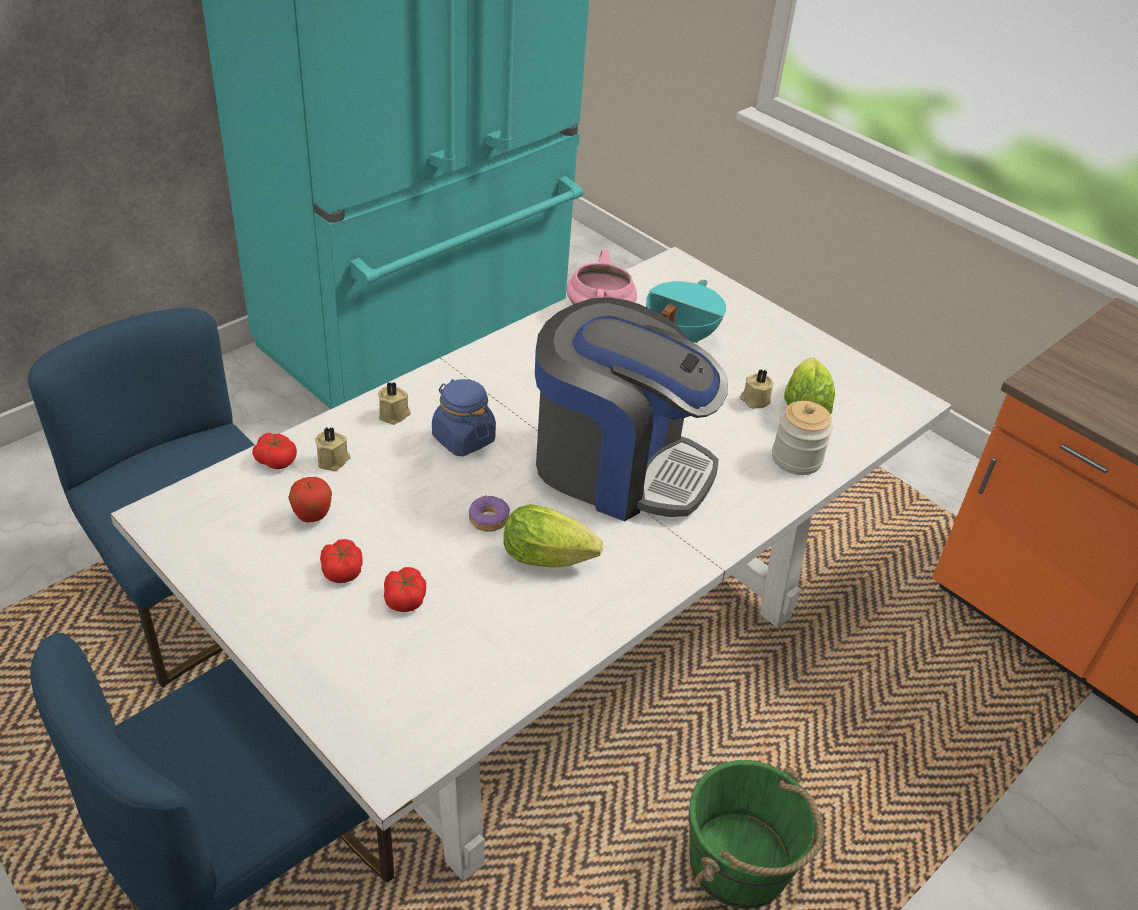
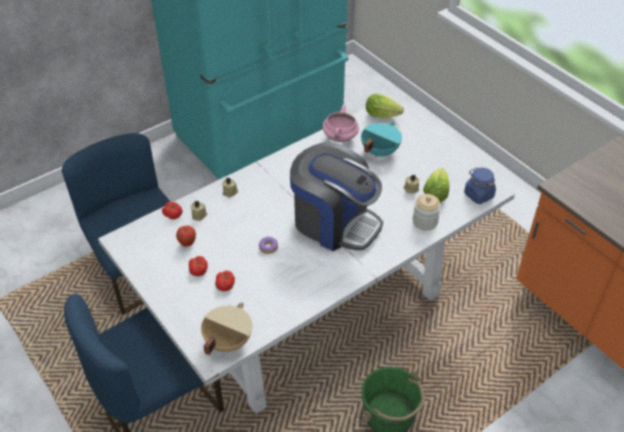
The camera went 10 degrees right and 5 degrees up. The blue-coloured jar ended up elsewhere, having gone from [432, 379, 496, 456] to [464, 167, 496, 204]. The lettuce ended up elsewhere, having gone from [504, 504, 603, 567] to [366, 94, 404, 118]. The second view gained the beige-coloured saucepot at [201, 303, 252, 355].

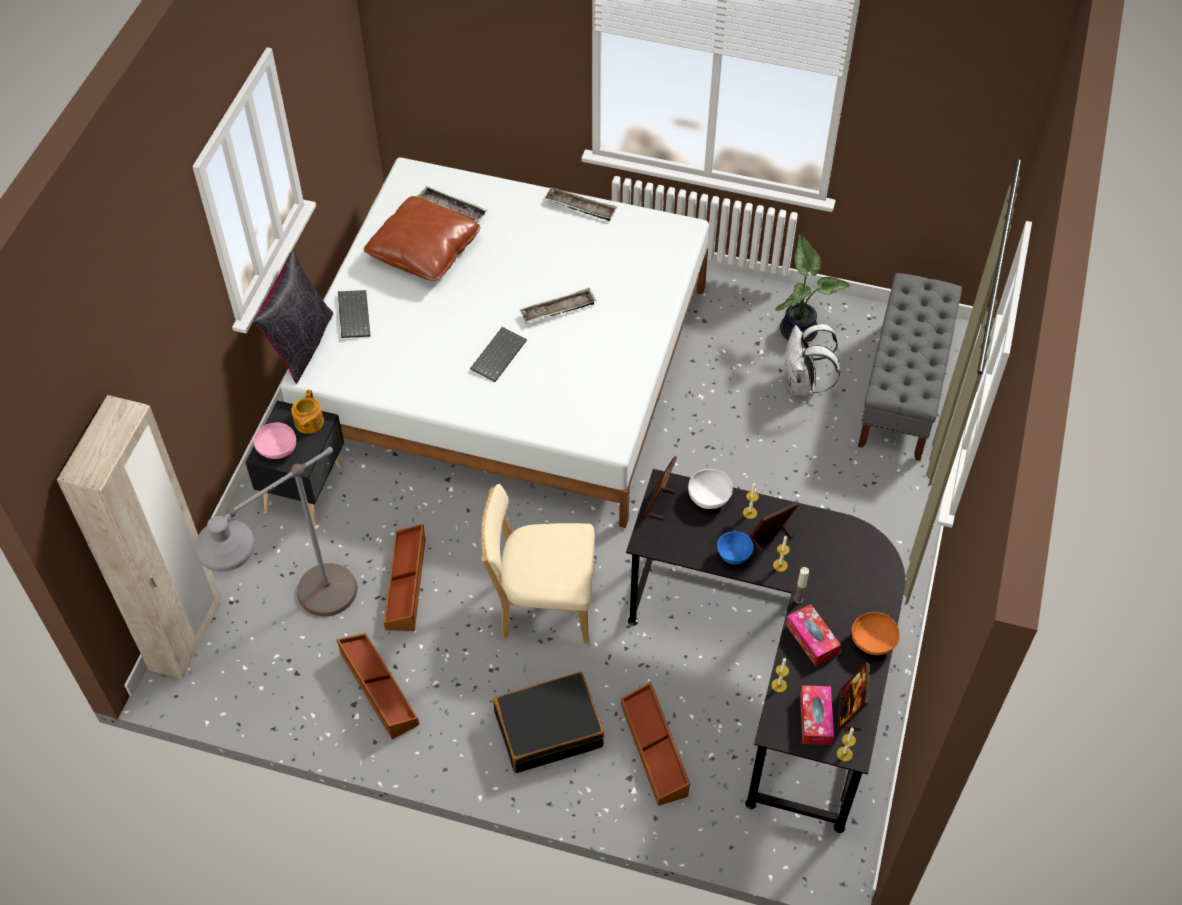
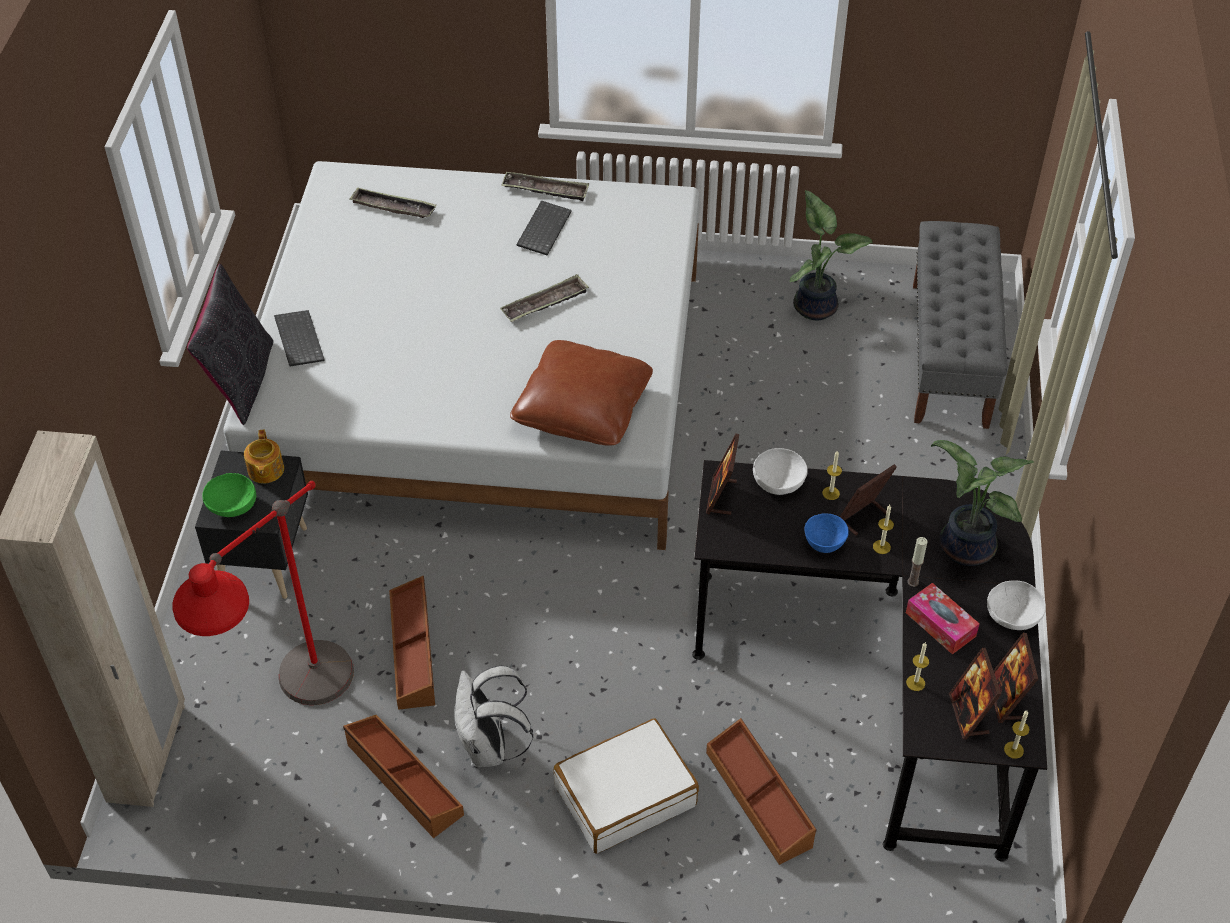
The camera went 10 degrees left and 5 degrees down. What was the greyish floor lamp at [195, 447, 357, 617] turned into the reddish floor lamp at [172, 481, 354, 705]. What was the pinkish bowl at [254, 422, 296, 459] turned into the green-coloured bowl at [202, 473, 256, 517]. The brown-coloured cushion ended up elsewhere, having gone from [364, 196, 481, 281] to [510, 340, 653, 446]. The PC keyboard ended up elsewhere, having gone from [470, 327, 527, 382] to [516, 200, 572, 255]. The second view lost the beige-coloured plain chair at [481, 484, 595, 644]. What was the blackish suitcase at [493, 672, 604, 773] turned into the white suitcase at [554, 718, 699, 854]. The white backpack ended up elsewhere, having gone from [784, 324, 840, 396] to [454, 666, 533, 767]. Where the tissue holder stood at [800, 685, 834, 745], the photo frame came to stand at [949, 648, 1001, 740]. What was the orange-coloured bowl at [851, 612, 900, 655] turned into the white bowl at [987, 580, 1046, 630]. The second view gained the houseplant at [931, 440, 1034, 566].

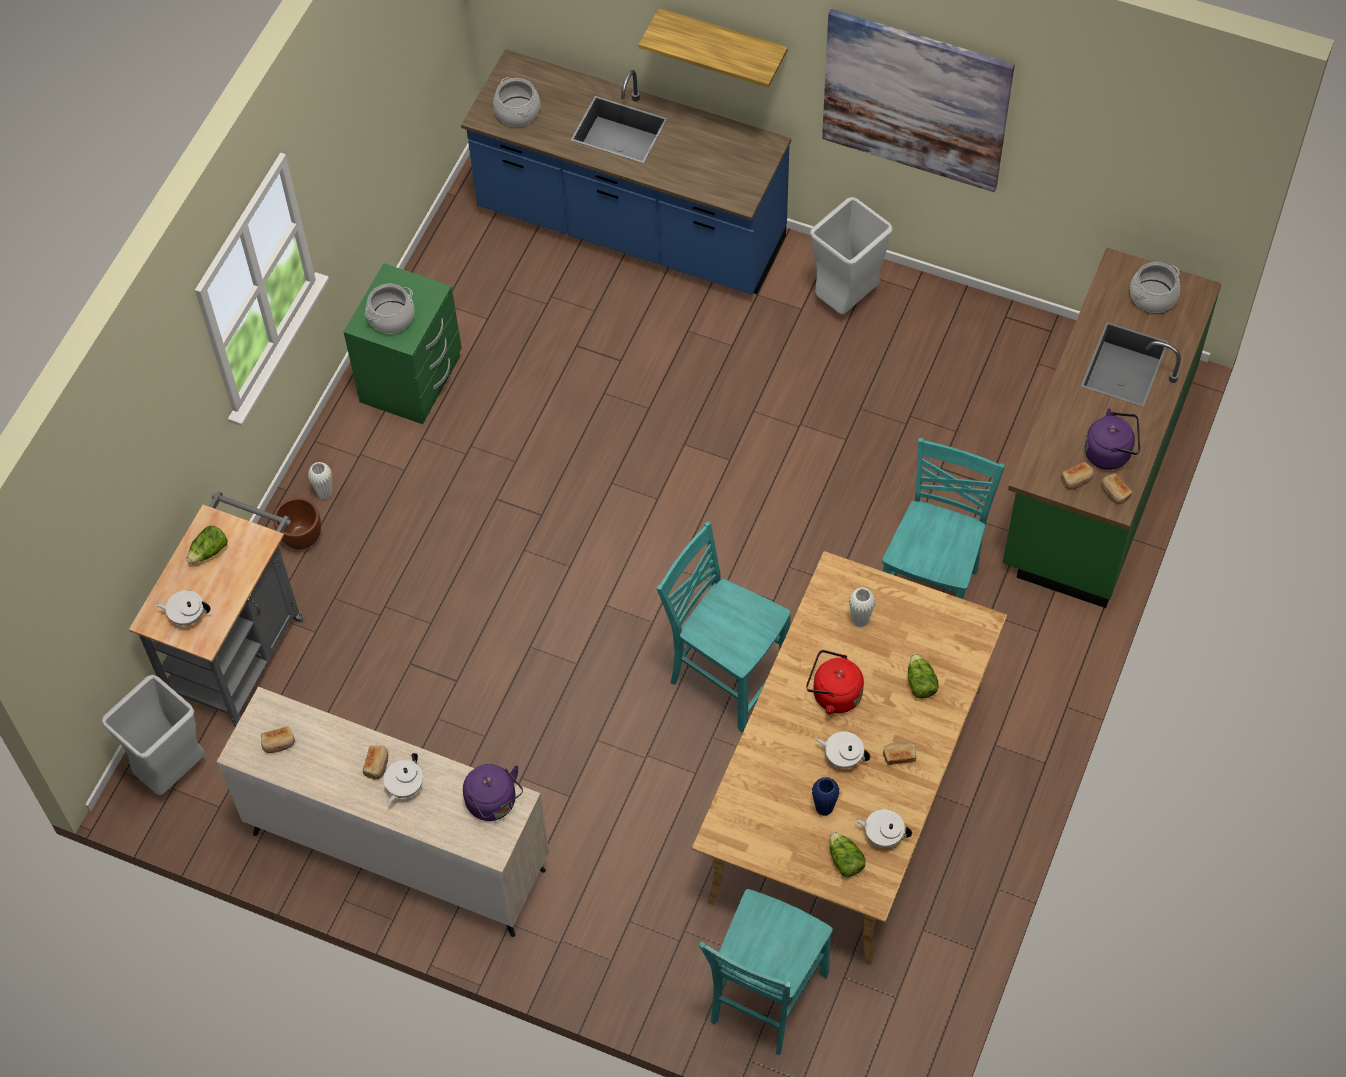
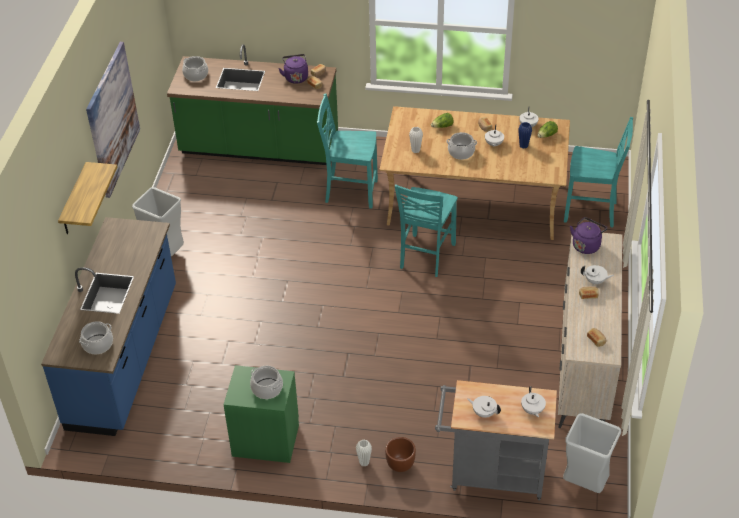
The camera went 105 degrees left and 15 degrees down. Where the lettuce stood at [186, 525, 228, 564], the white tea pot came to stand at [467, 396, 501, 418]. Where the reddish tea kettle stood at [806, 650, 864, 715], the saucepot came to stand at [446, 132, 477, 160].

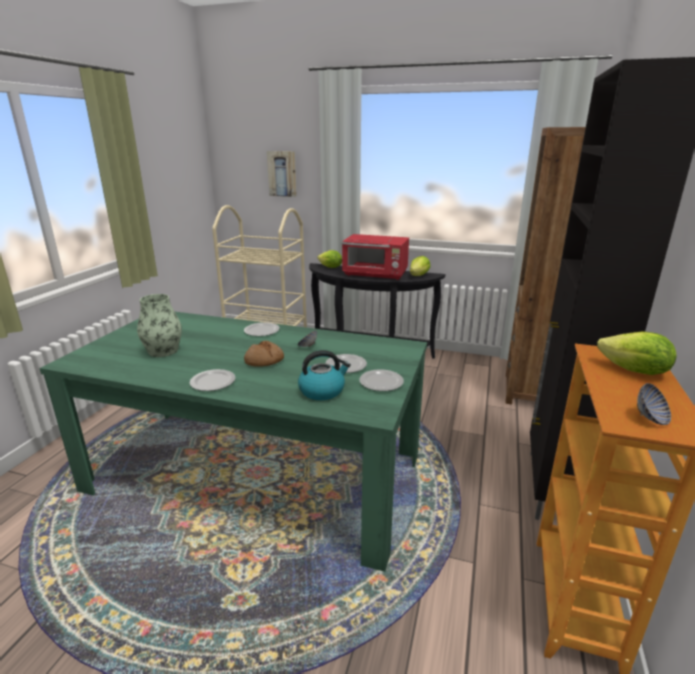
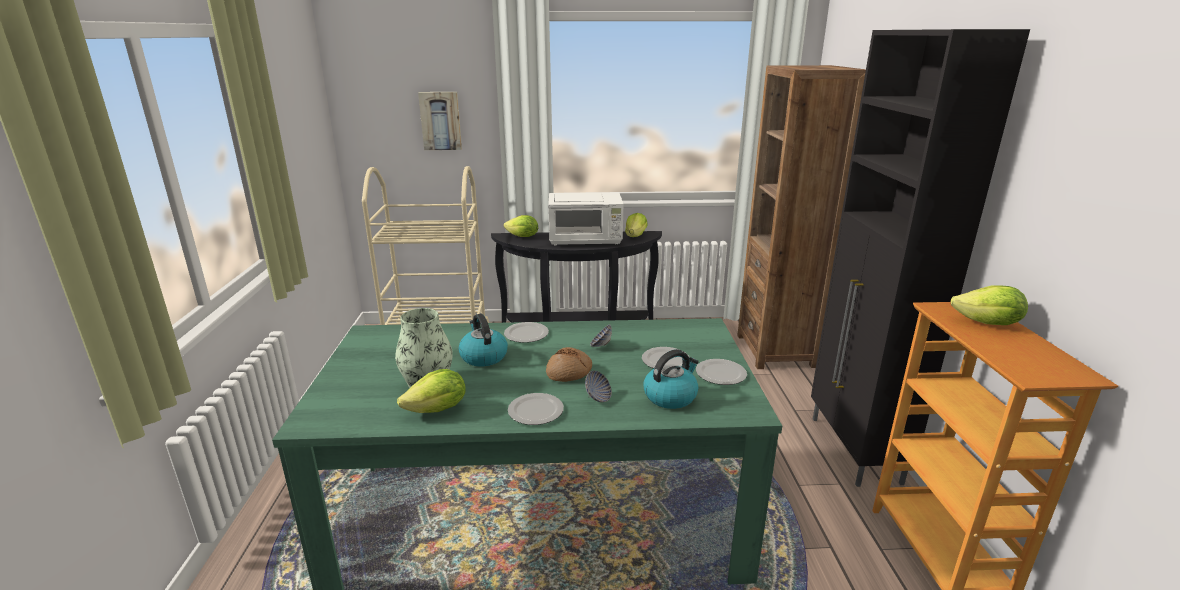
The camera went 20 degrees left and 0 degrees up. What was the reddish microwave oven at [342, 234, 409, 280] turned into the white microwave oven at [548, 192, 623, 246]. The bowl ended up elsewhere, having gone from [637, 383, 671, 425] to [585, 371, 612, 402]. The second view gained the lettuce at [397, 369, 466, 413]. The second view gained the tea kettle at [458, 314, 508, 367].

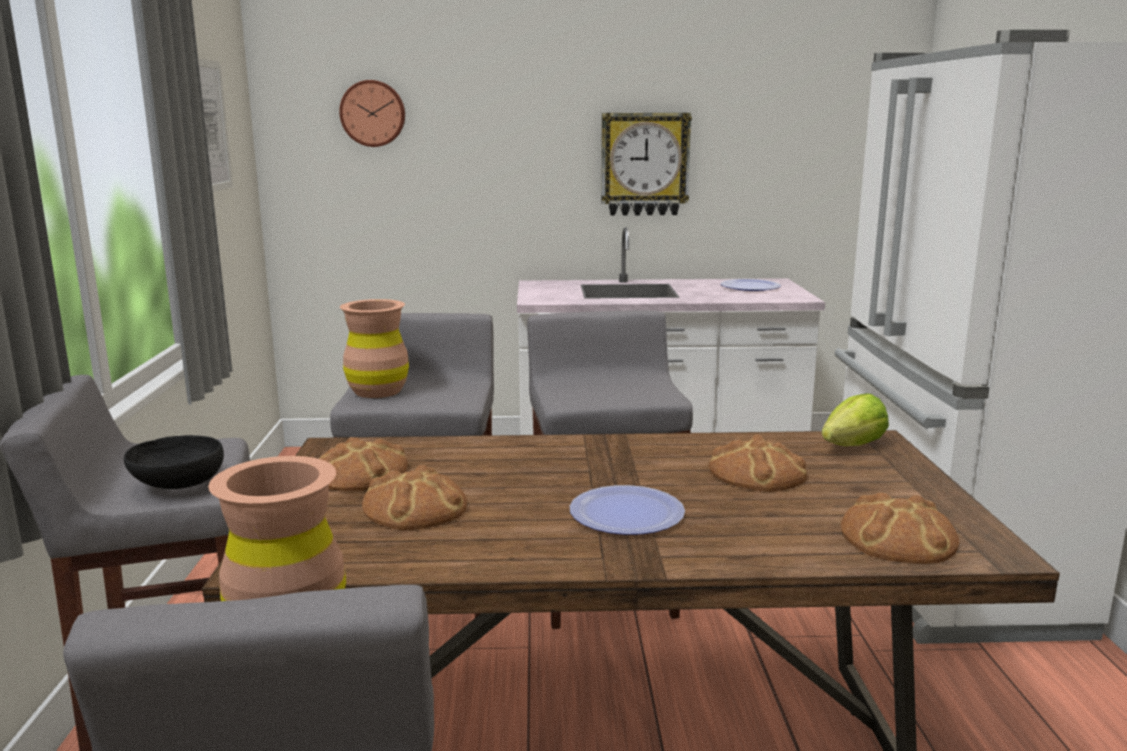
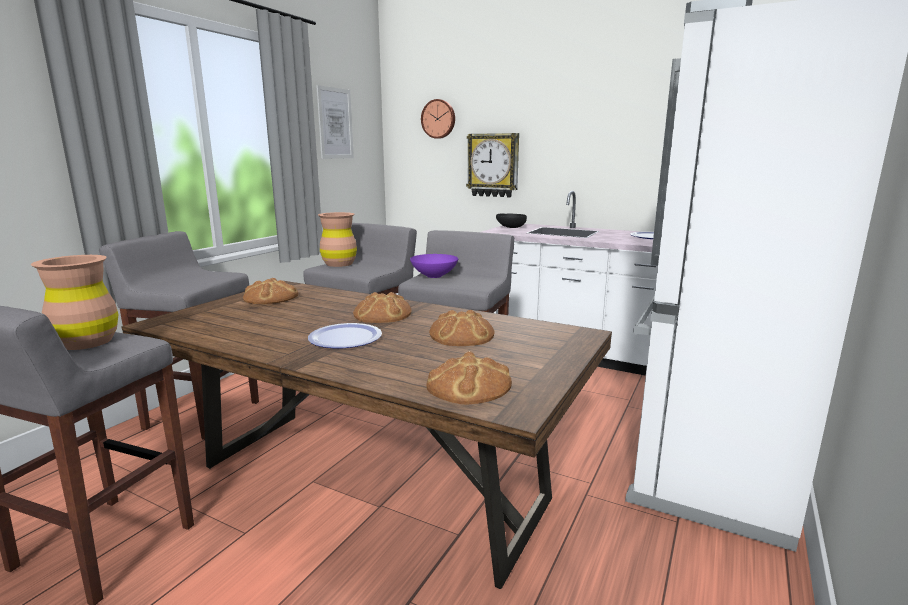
The camera went 30 degrees right and 0 degrees up. The blackish bowl ended up elsewhere, having gone from [124, 435, 224, 489] to [496, 214, 527, 228]. The bread ended up elsewhere, having gone from [362, 465, 467, 530] to [353, 292, 412, 323]. The clock on the wall ended up elsewhere, having gone from [601, 113, 692, 216] to [466, 133, 519, 197]. The second view lost the lettuce at [822, 393, 889, 446]. The second view gained the purple-coloured bowl at [410, 254, 458, 278].

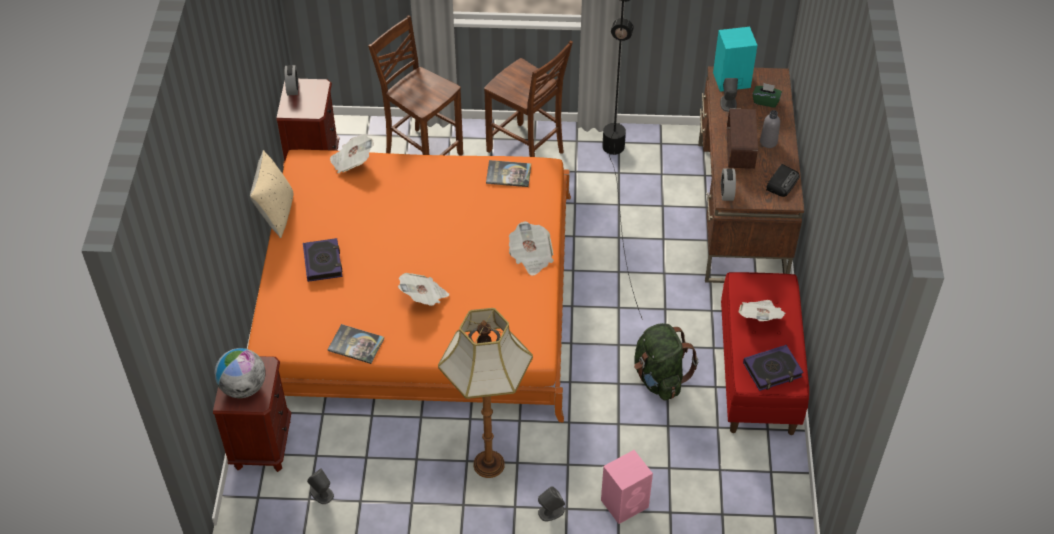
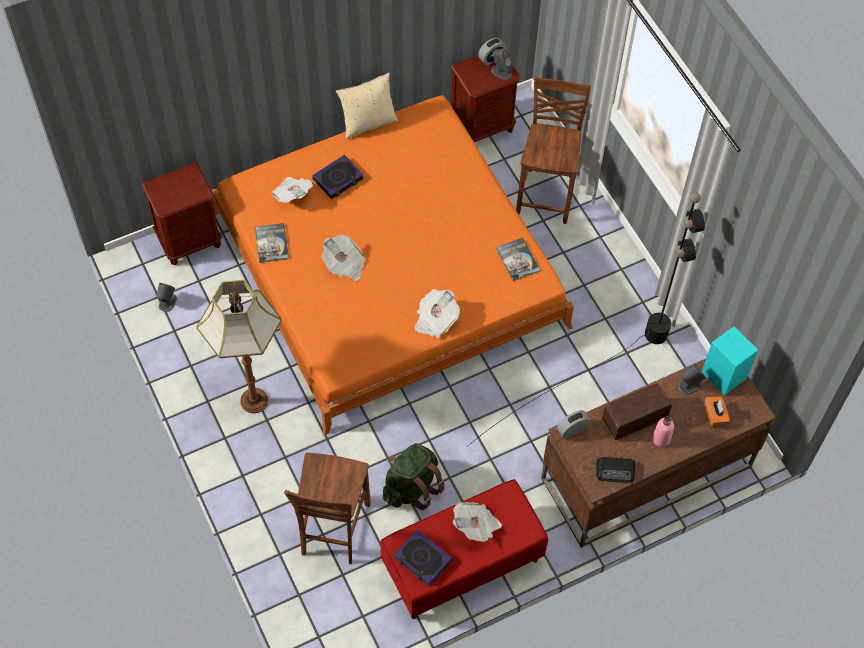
The camera went 60 degrees right and 10 degrees up. The second view lost the desk globe at [215, 348, 266, 398]. The printed paper ended up elsewhere, having gone from [330, 134, 374, 173] to [272, 177, 313, 203]. The brown-coloured plain chair ended up elsewhere, having gone from [484, 41, 573, 157] to [284, 453, 371, 564]. The greyish speaker ended up elsewhere, having gone from [538, 486, 565, 521] to [491, 49, 514, 80]. The second view lost the pinkish speaker at [601, 450, 653, 524]. What was the green-coloured tissue holder at [753, 83, 782, 108] turned into the orange-coloured tissue holder at [705, 396, 730, 427]. What was the greyish beverage bottle at [760, 110, 780, 148] turned into the pinkish beverage bottle at [652, 416, 674, 447].

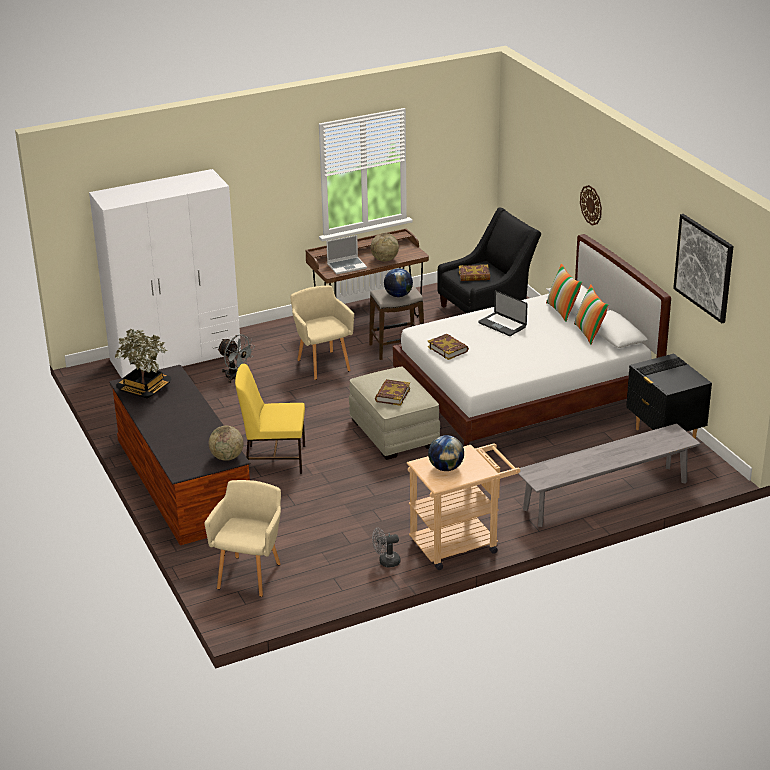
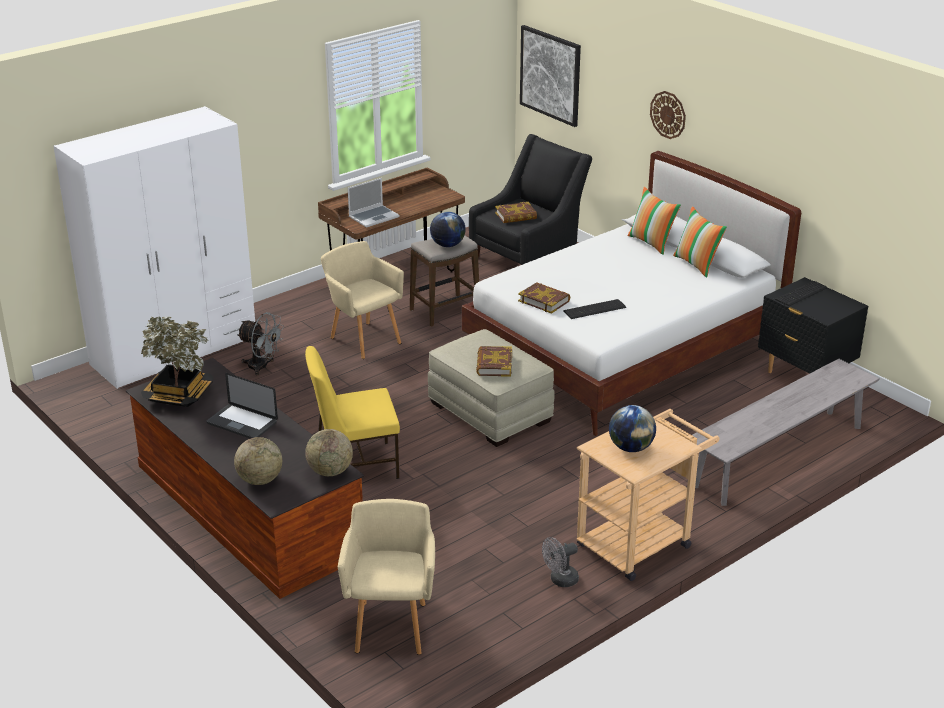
The camera went 15 degrees left and 0 degrees up. The desk globe ended up elsewhere, having gone from [371, 233, 399, 261] to [234, 437, 282, 485]. The portable computer ended up elsewhere, having gone from [478, 290, 527, 336] to [206, 373, 278, 439]. The picture ended up elsewhere, having gone from [673, 214, 734, 323] to [520, 25, 581, 127]. The second view gained the PC keyboard at [563, 299, 626, 319].

